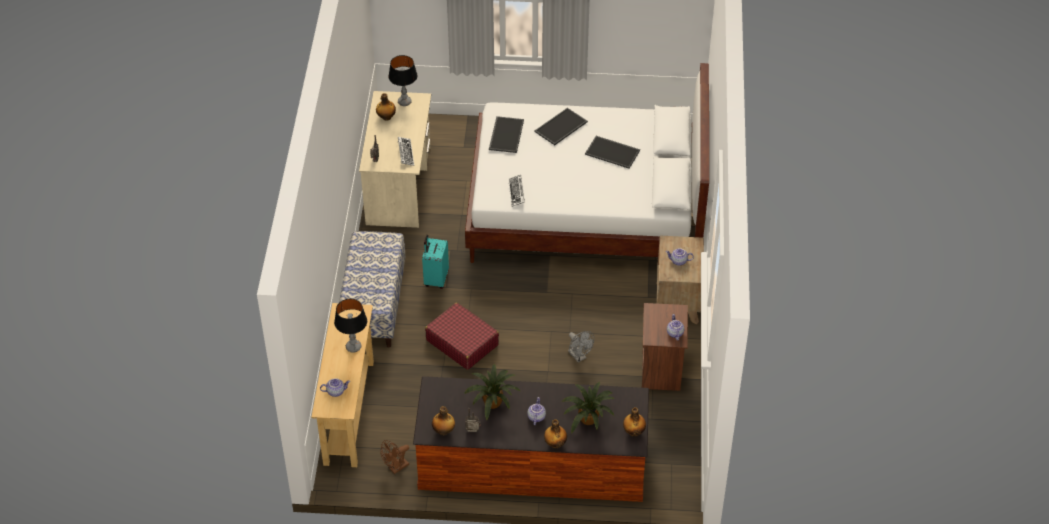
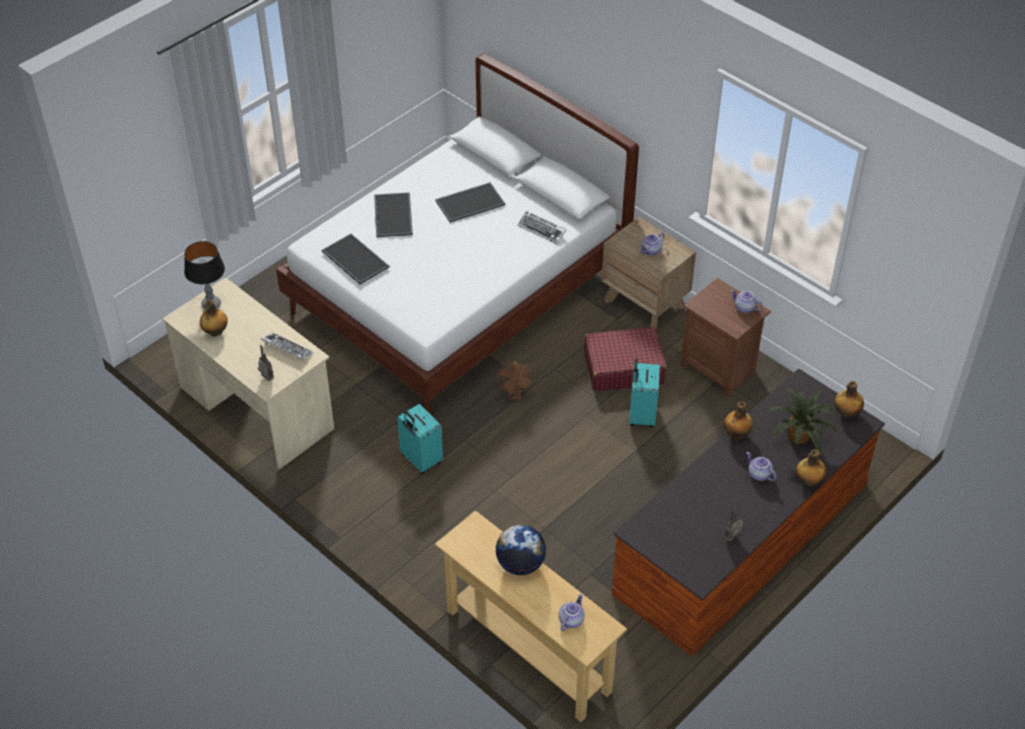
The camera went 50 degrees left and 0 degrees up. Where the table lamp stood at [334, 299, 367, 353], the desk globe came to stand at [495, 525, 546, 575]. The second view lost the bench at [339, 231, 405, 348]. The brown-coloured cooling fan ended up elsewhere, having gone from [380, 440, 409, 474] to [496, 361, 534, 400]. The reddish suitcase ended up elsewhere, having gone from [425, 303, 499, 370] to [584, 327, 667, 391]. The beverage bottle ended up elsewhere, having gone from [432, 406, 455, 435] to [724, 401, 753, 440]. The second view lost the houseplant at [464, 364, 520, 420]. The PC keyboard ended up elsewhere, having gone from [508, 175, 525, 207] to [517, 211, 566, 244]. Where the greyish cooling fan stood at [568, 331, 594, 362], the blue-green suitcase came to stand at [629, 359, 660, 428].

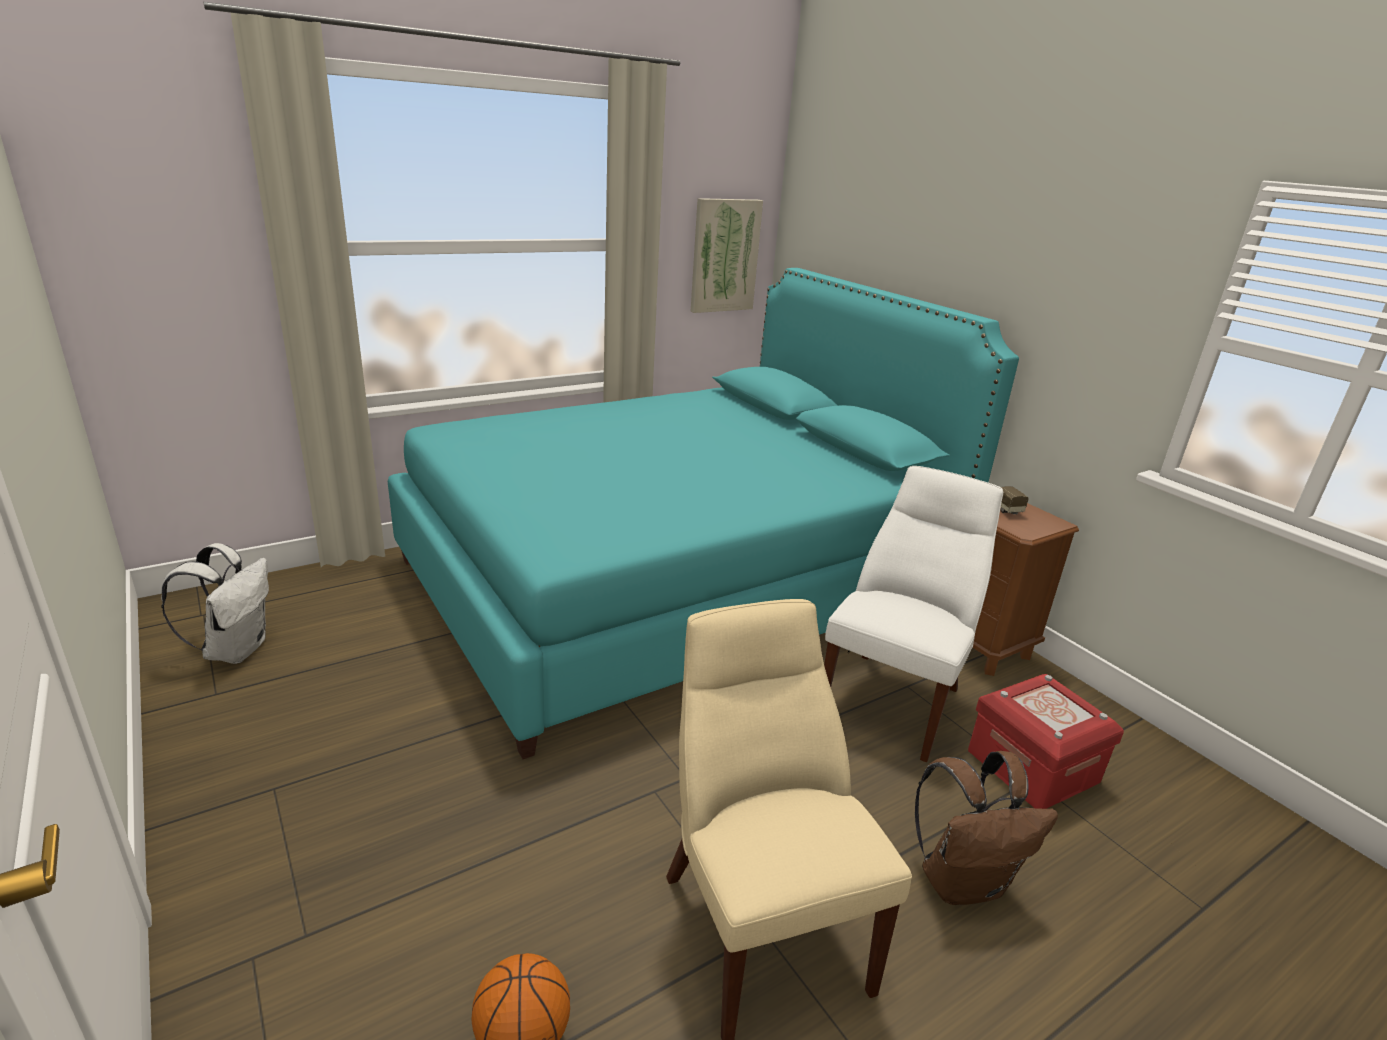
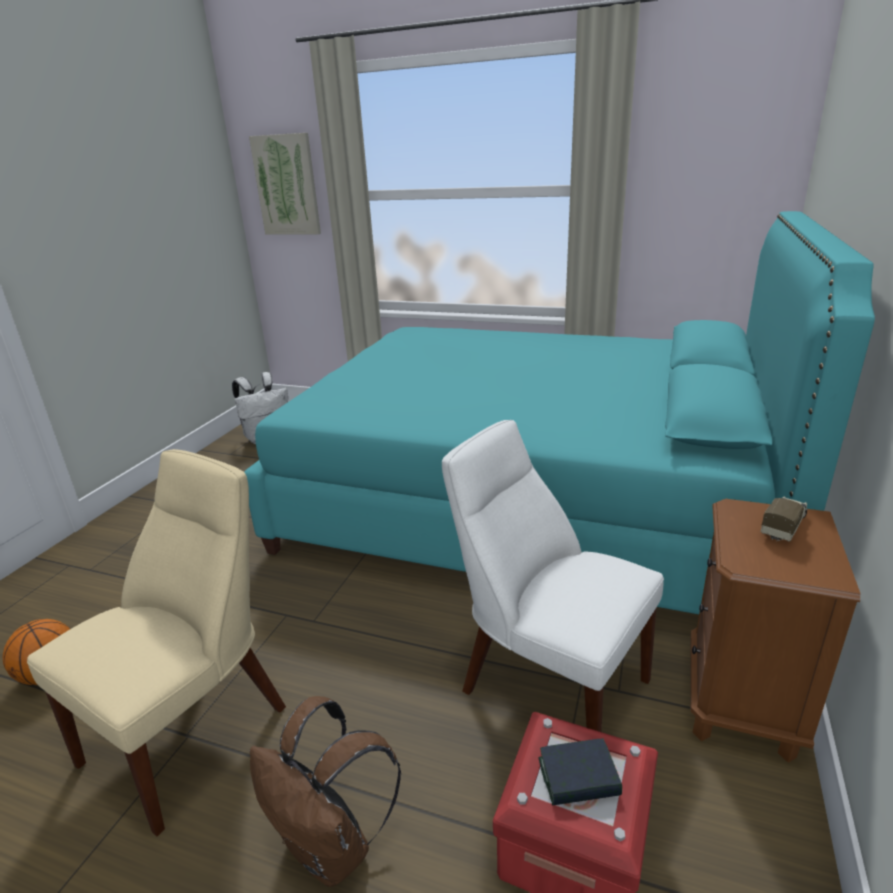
The camera went 55 degrees right and 0 degrees up. The picture ended up elsewhere, having gone from [691, 198, 763, 313] to [249, 133, 321, 235]. The white plain chair at [824, 466, 1003, 762] ended up facing another way, 135 degrees counterclockwise from before. The second view gained the book at [538, 738, 622, 806].

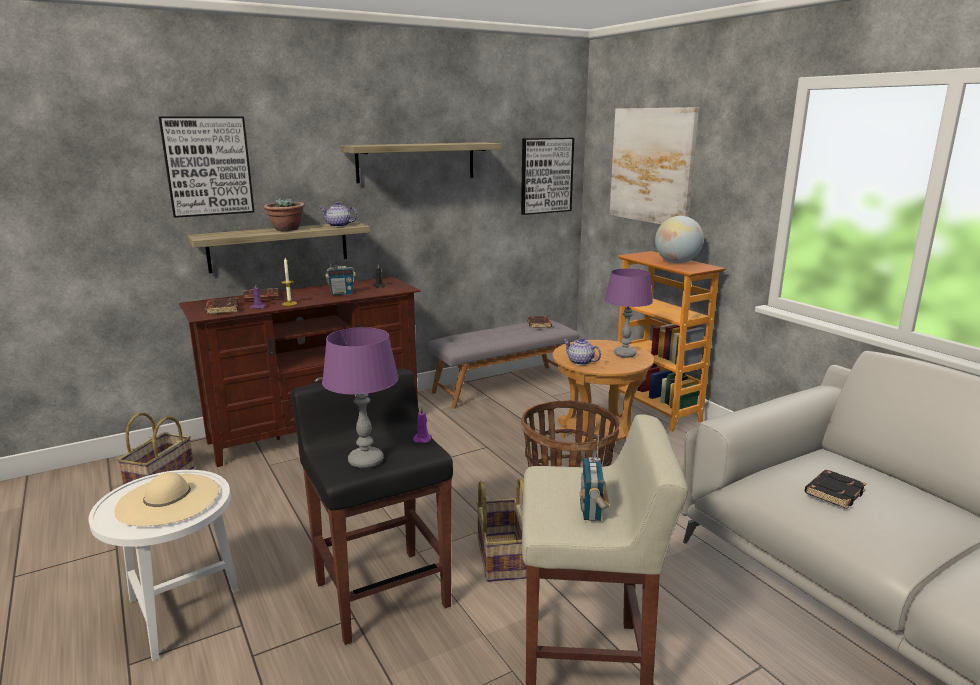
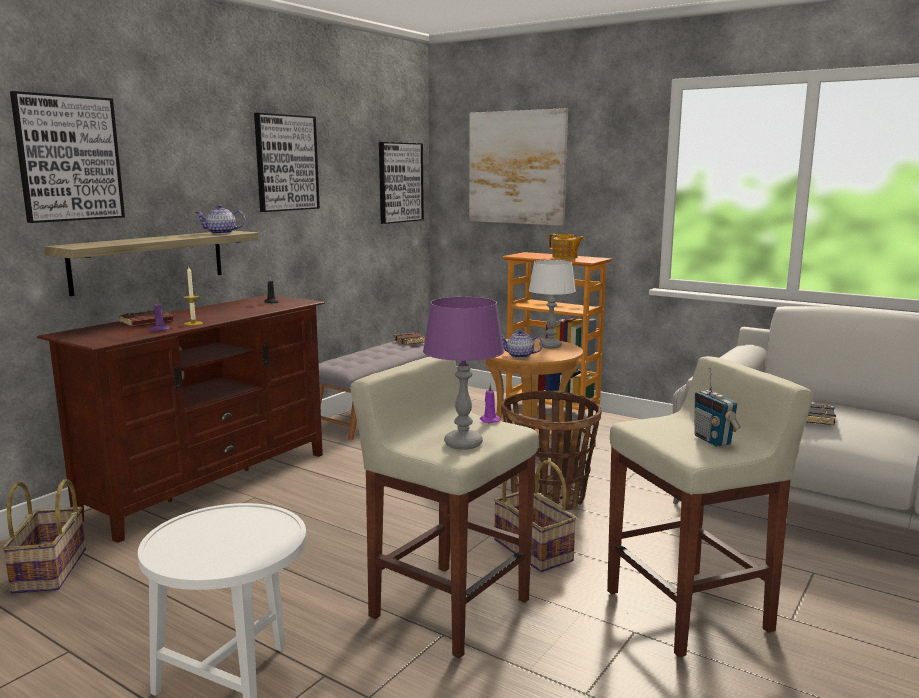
The camera went 25 degrees left and 5 degrees down. The second view lost the beige-coloured wearable hat at [114, 472, 219, 526]. The second view lost the brown-coloured book at [205, 298, 239, 314]. The second view lost the houseplant at [264, 197, 305, 231]. What was the blackish sitting stool at [291, 369, 453, 645] turned into the beige-coloured sitting stool at [350, 357, 538, 658]. The second view lost the radio receiver at [325, 254, 356, 295]. Where the bracket shelf hung at [341, 142, 500, 183], the picture came to hang at [254, 113, 320, 212]. What was the purple-coloured table lamp at [605, 269, 653, 358] turned into the white table lamp at [529, 260, 576, 349]. Where the desk globe stood at [655, 216, 704, 263], the tea pot came to stand at [548, 234, 584, 259].

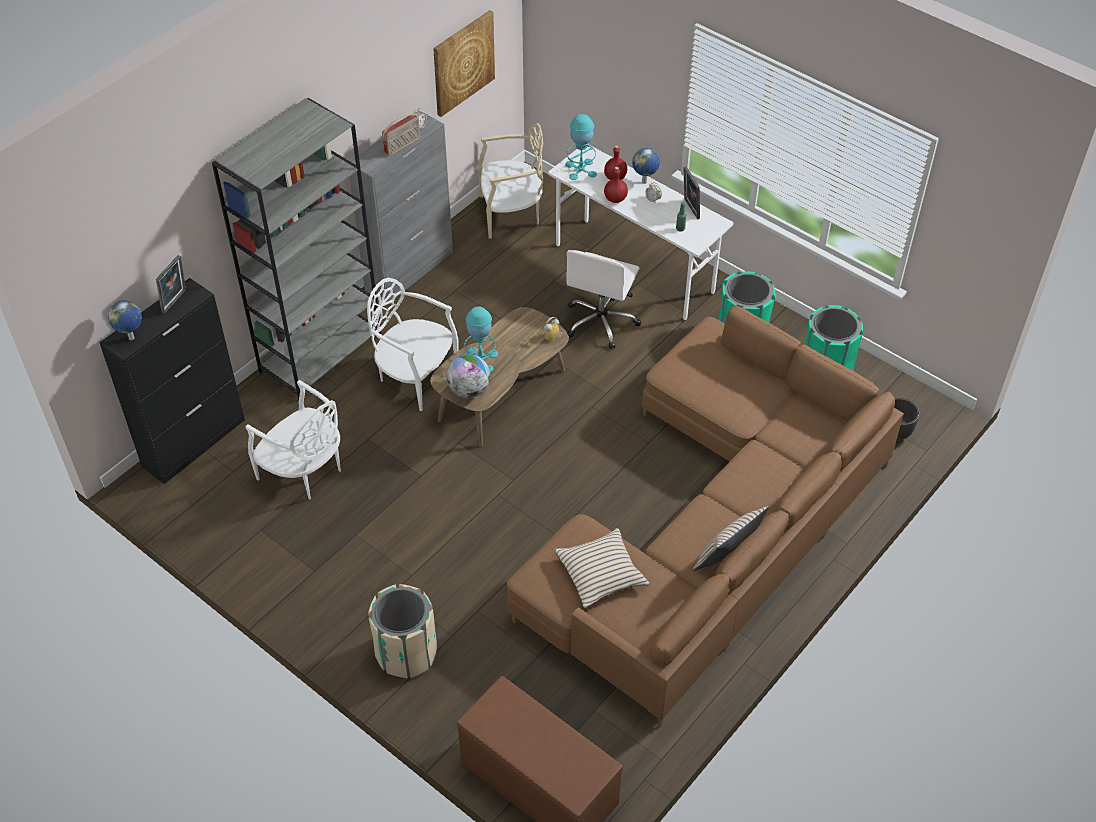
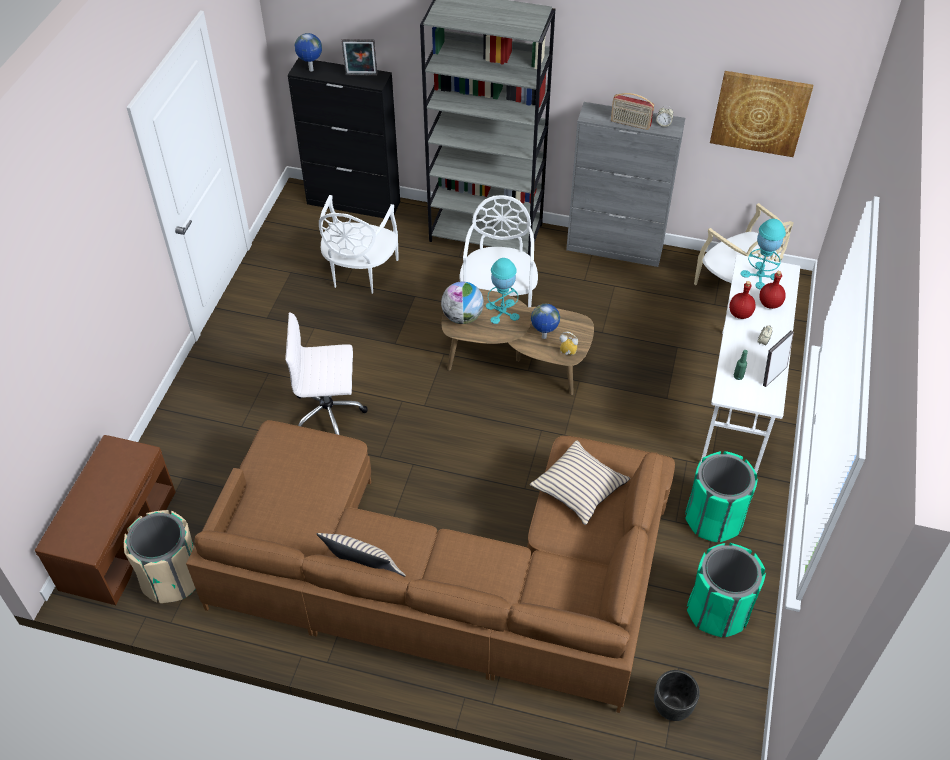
The camera went 65 degrees right and 0 degrees up. The beige-coloured rubbish bin ended up elsewhere, having gone from [368, 584, 437, 678] to [124, 510, 196, 603]. The beige-coloured cushion ended up elsewhere, having gone from [555, 528, 650, 608] to [530, 440, 630, 525]. The white desk chair ended up elsewhere, having gone from [566, 250, 641, 349] to [285, 312, 368, 435]. The desk globe ended up elsewhere, having gone from [632, 148, 660, 184] to [531, 304, 560, 339].

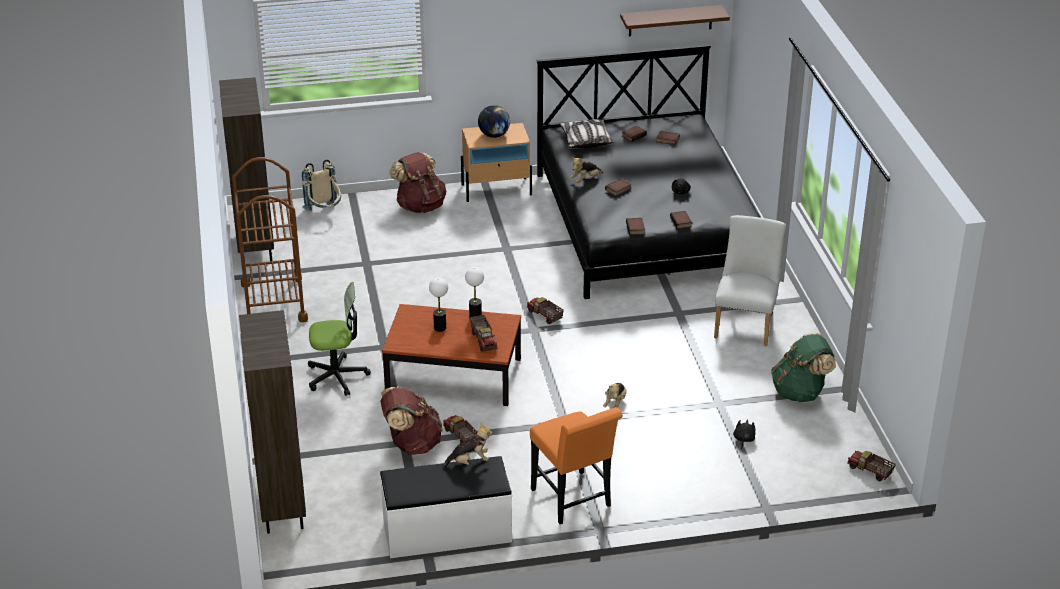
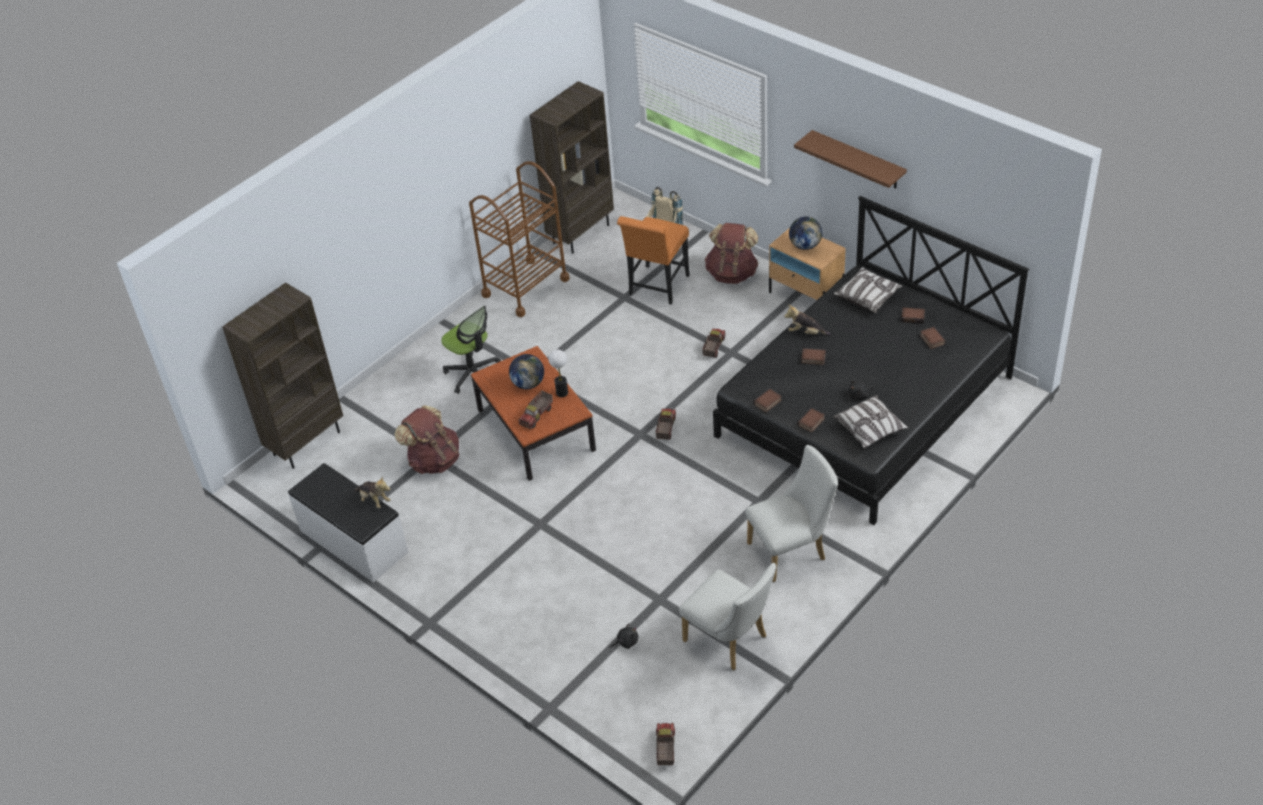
The camera went 55 degrees right and 10 degrees up. Where the table lamp stood at [429, 277, 448, 332], the desk globe came to stand at [509, 354, 544, 389]. The toy truck ended up elsewhere, having gone from [443, 415, 478, 443] to [702, 328, 726, 358]. The orange-coloured plain chair ended up elsewhere, having gone from [530, 407, 623, 524] to [617, 216, 690, 305]. The second view lost the cuddly toy at [603, 383, 627, 408]. The brown-coloured bracket shelf ended up elsewhere, having gone from [620, 5, 730, 36] to [794, 130, 907, 189]. Where the green-coloured backpack stood at [771, 333, 836, 402], the white plain chair came to stand at [679, 563, 776, 670]. The second view gained the cushion at [833, 395, 908, 448].

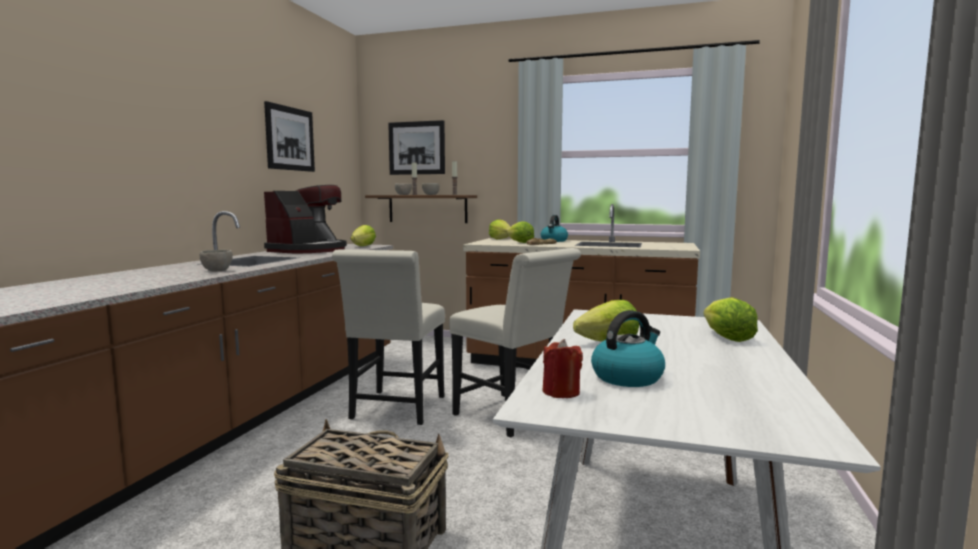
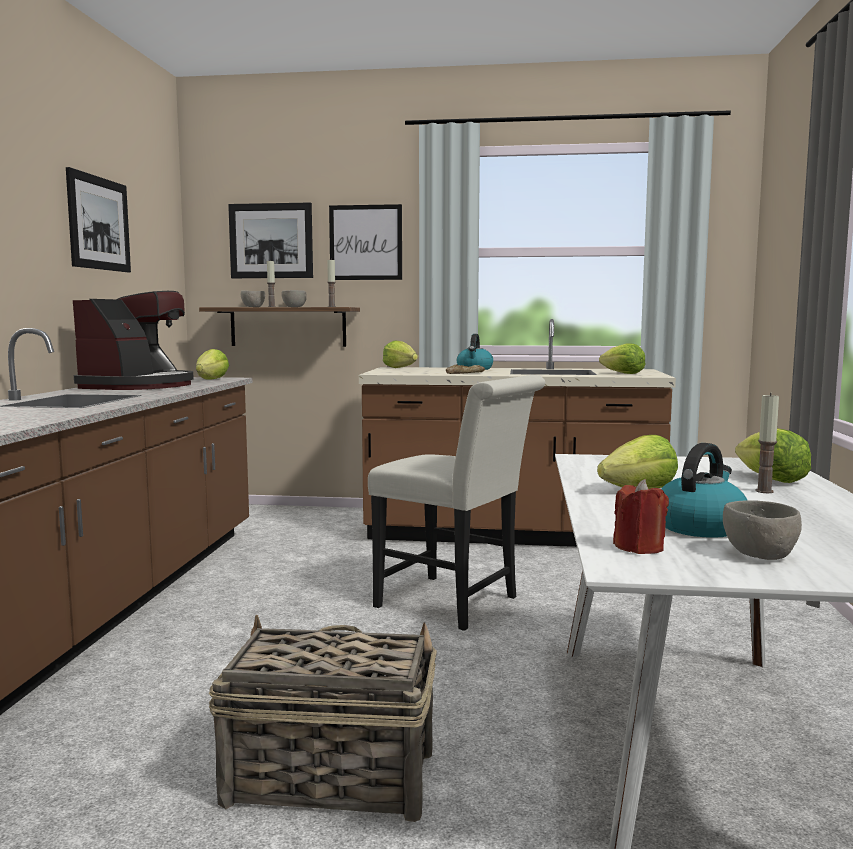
The camera went 10 degrees left and 0 degrees up. The greyish bowl ended up elsewhere, having gone from [200, 250, 233, 272] to [723, 500, 802, 560]. The second view lost the white plain chair at [332, 249, 445, 425]. The lettuce ended up elsewhere, having gone from [507, 221, 534, 243] to [599, 343, 645, 374]. The second view gained the picture at [329, 204, 402, 280]. The second view gained the candle at [755, 393, 779, 493].

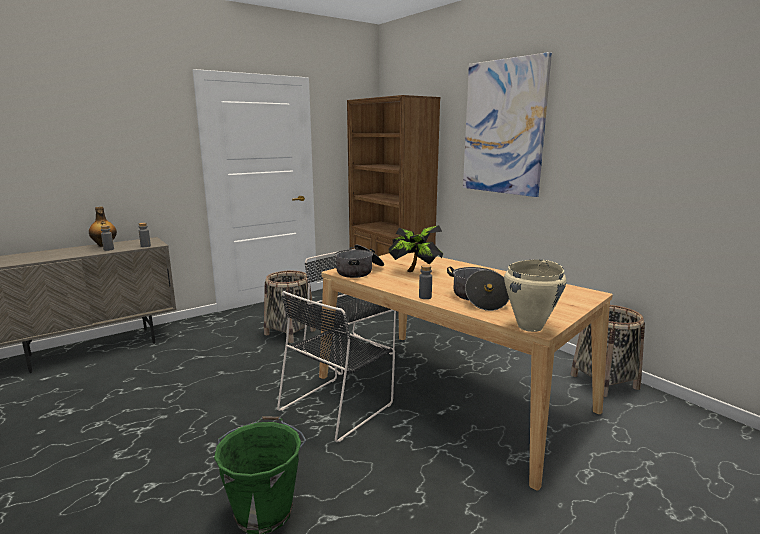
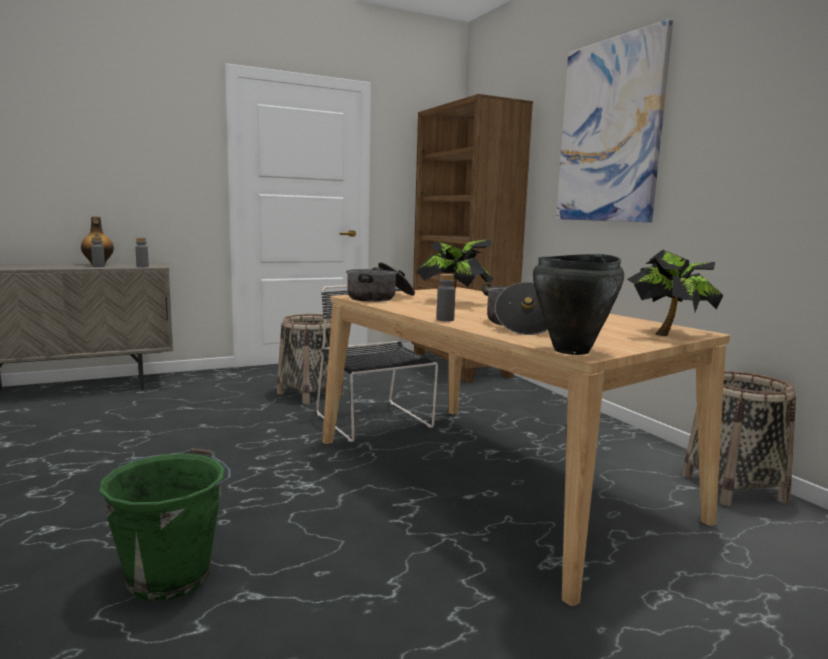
The camera went 10 degrees right and 5 degrees down. The second view lost the blackish plain chair at [277, 291, 395, 442]. What was the beige-coloured saucepot at [504, 260, 566, 332] turned into the blackish saucepot at [533, 254, 624, 355]. The second view gained the houseplant at [627, 250, 724, 336].

